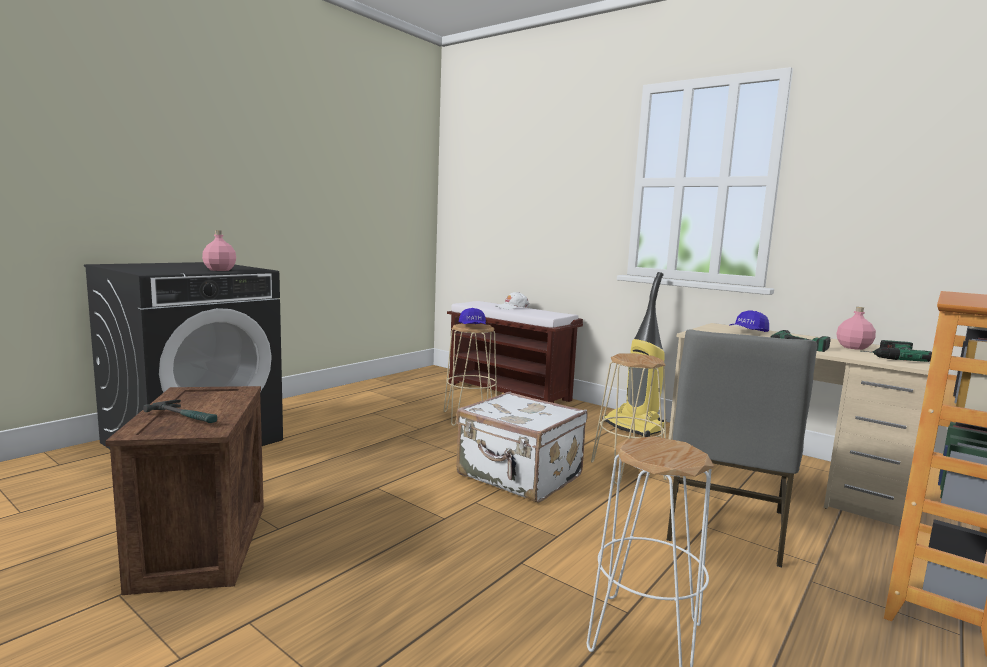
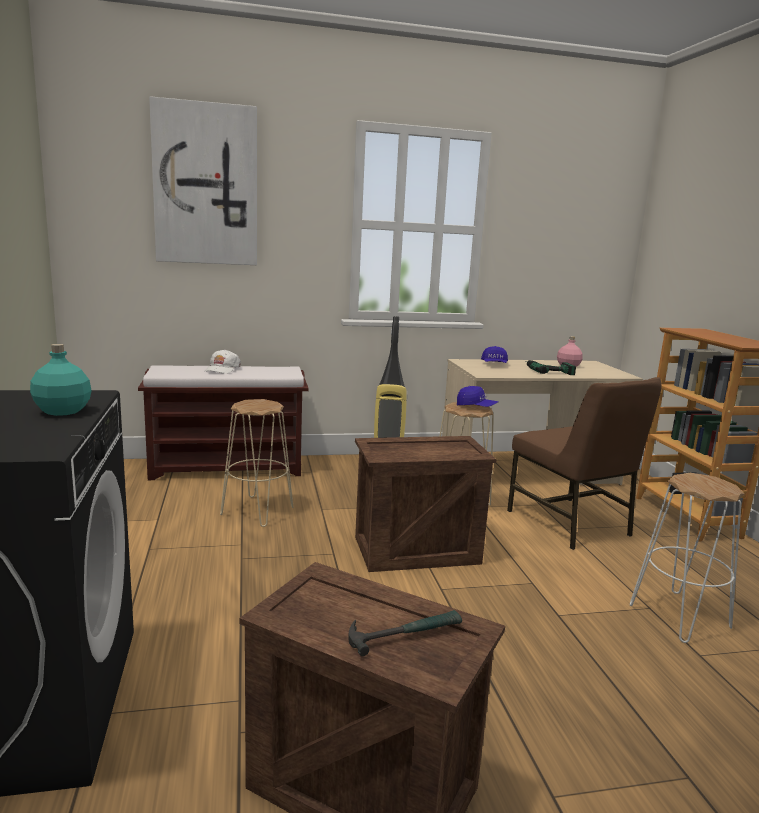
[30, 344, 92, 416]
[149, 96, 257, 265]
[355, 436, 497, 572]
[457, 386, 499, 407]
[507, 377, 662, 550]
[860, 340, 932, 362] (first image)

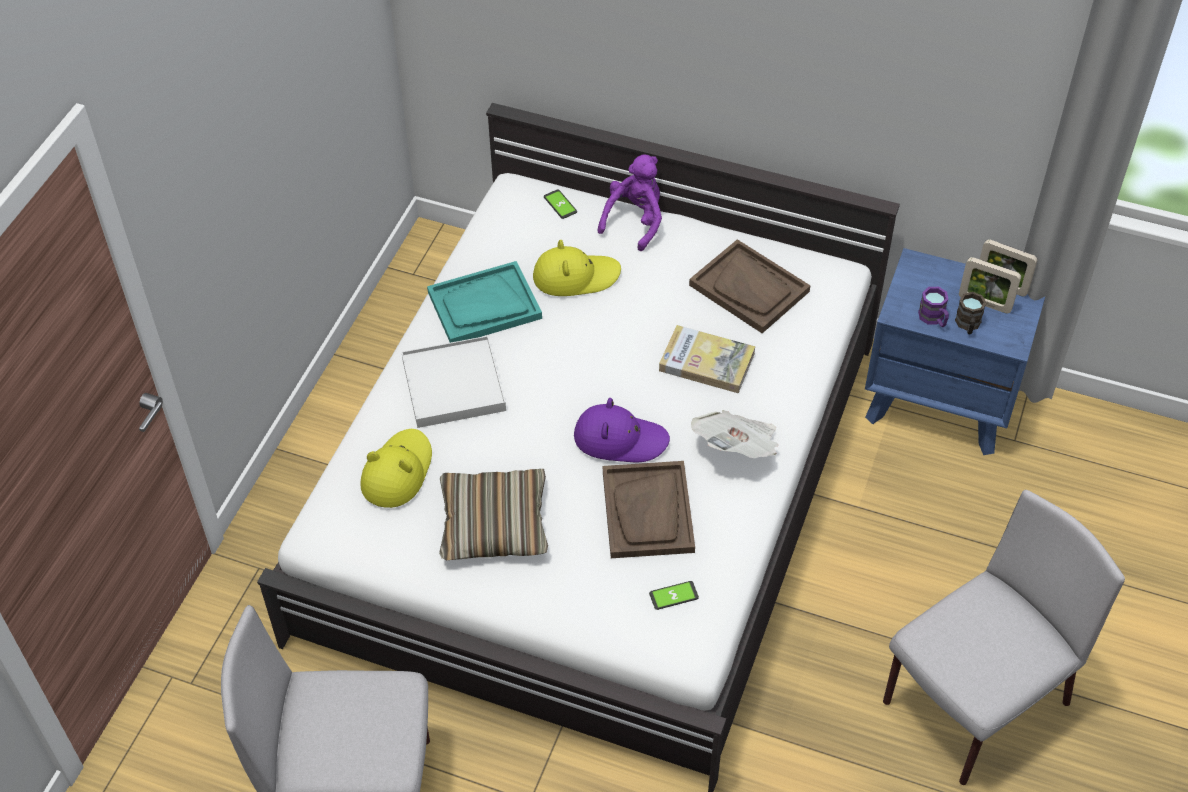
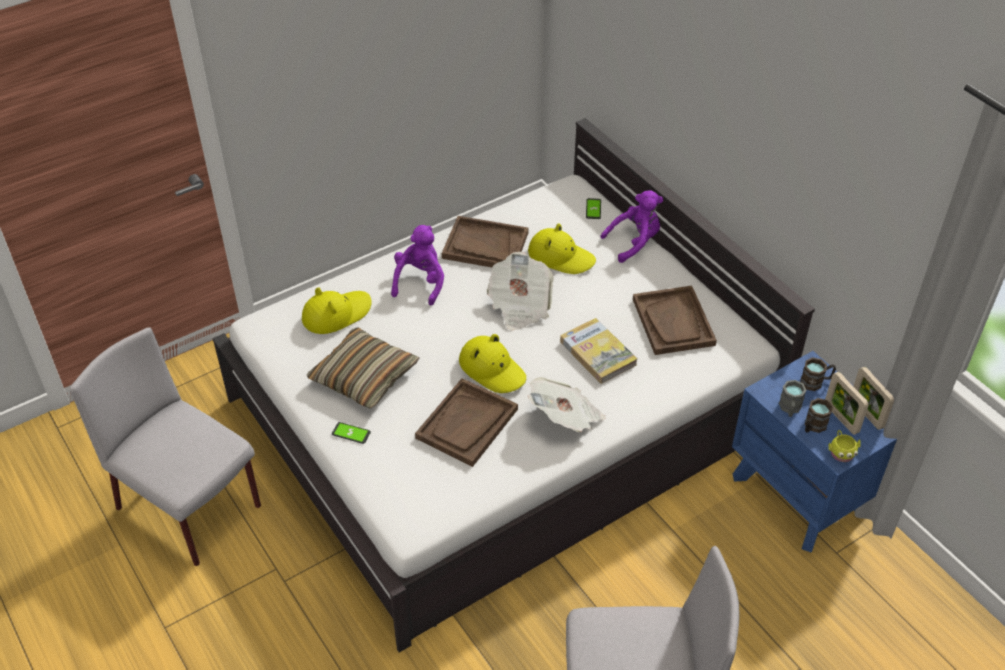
[332, 422, 371, 444]
[391, 225, 444, 305]
[442, 216, 528, 267]
[459, 334, 526, 393]
[487, 252, 554, 331]
[779, 380, 807, 417]
[800, 357, 836, 391]
[828, 430, 861, 462]

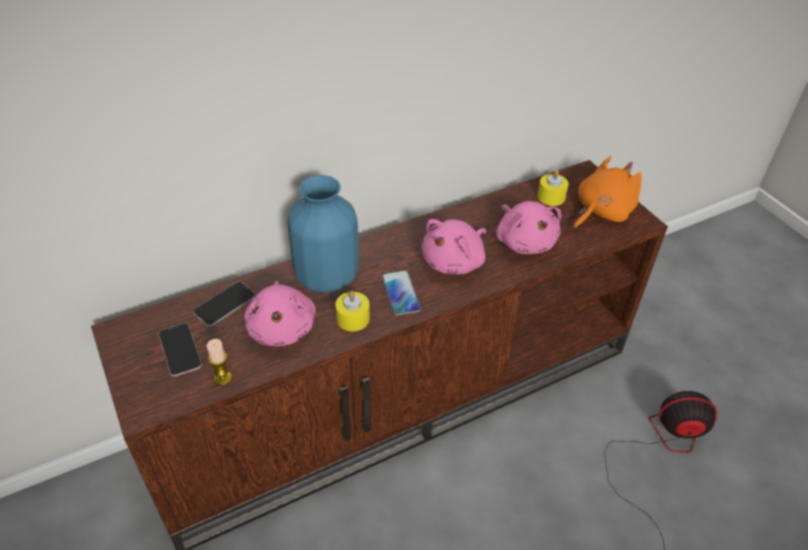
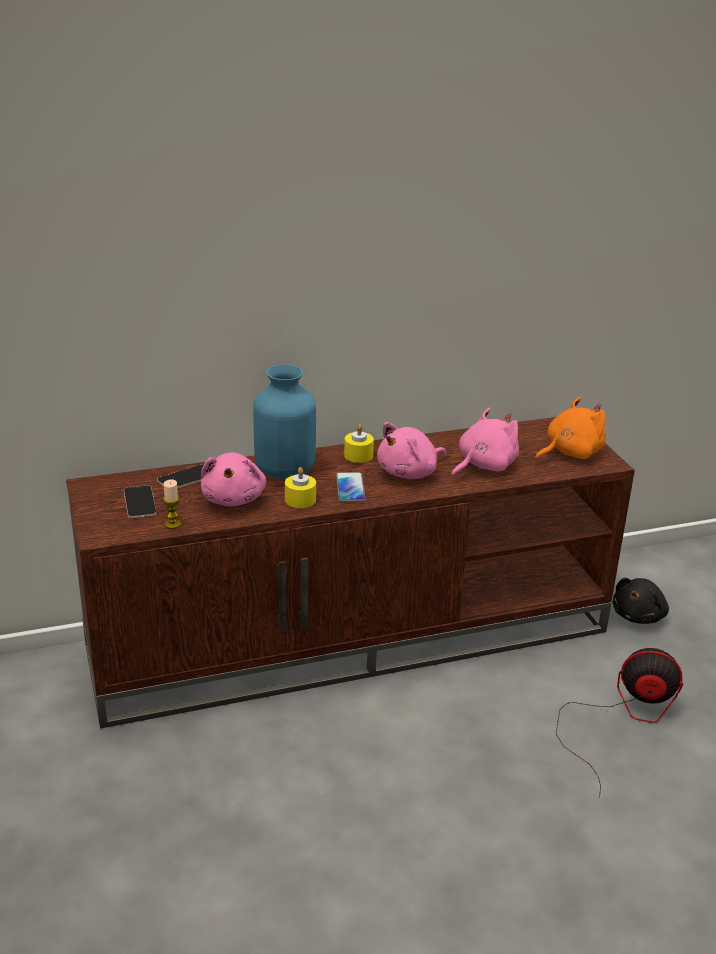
[344, 424, 374, 463]
[451, 408, 519, 477]
[612, 578, 669, 624]

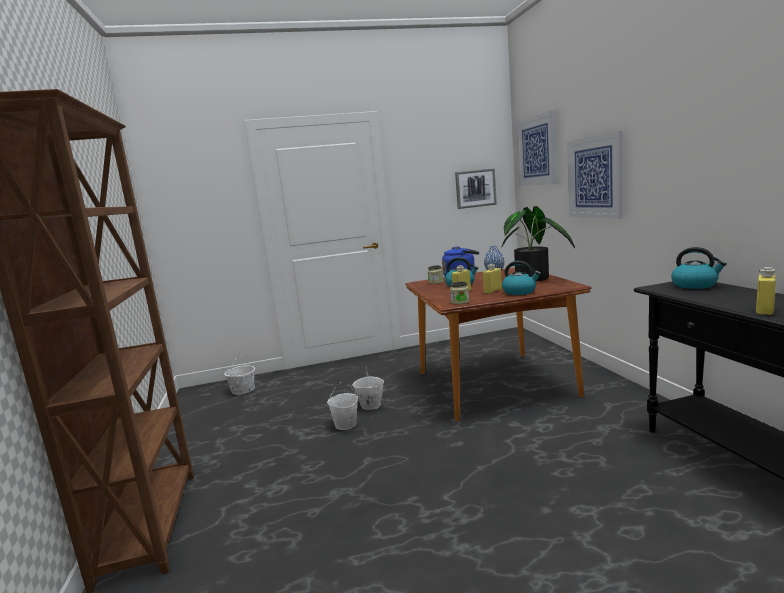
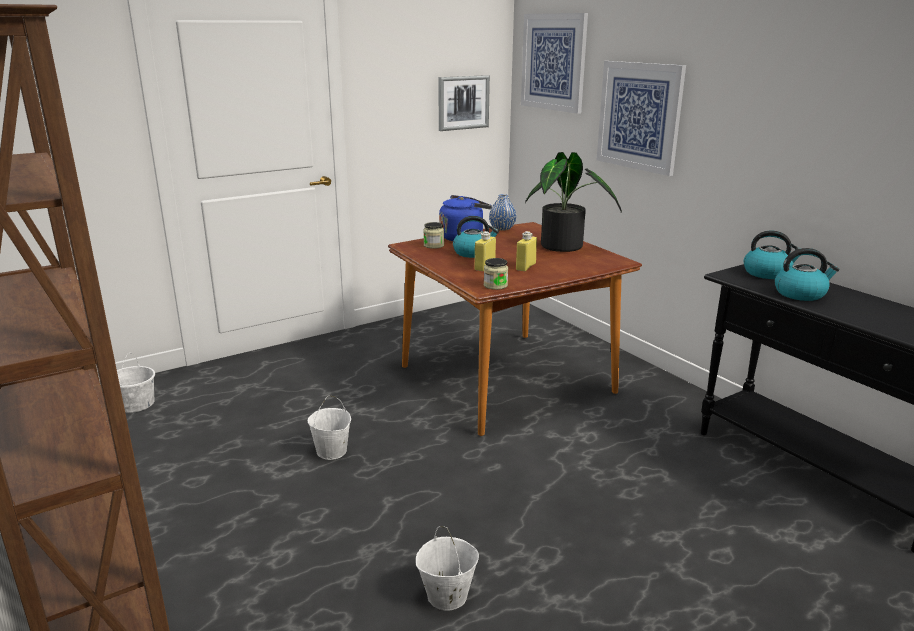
[416, 526, 479, 611]
[775, 248, 839, 301]
[756, 267, 776, 315] (first image)

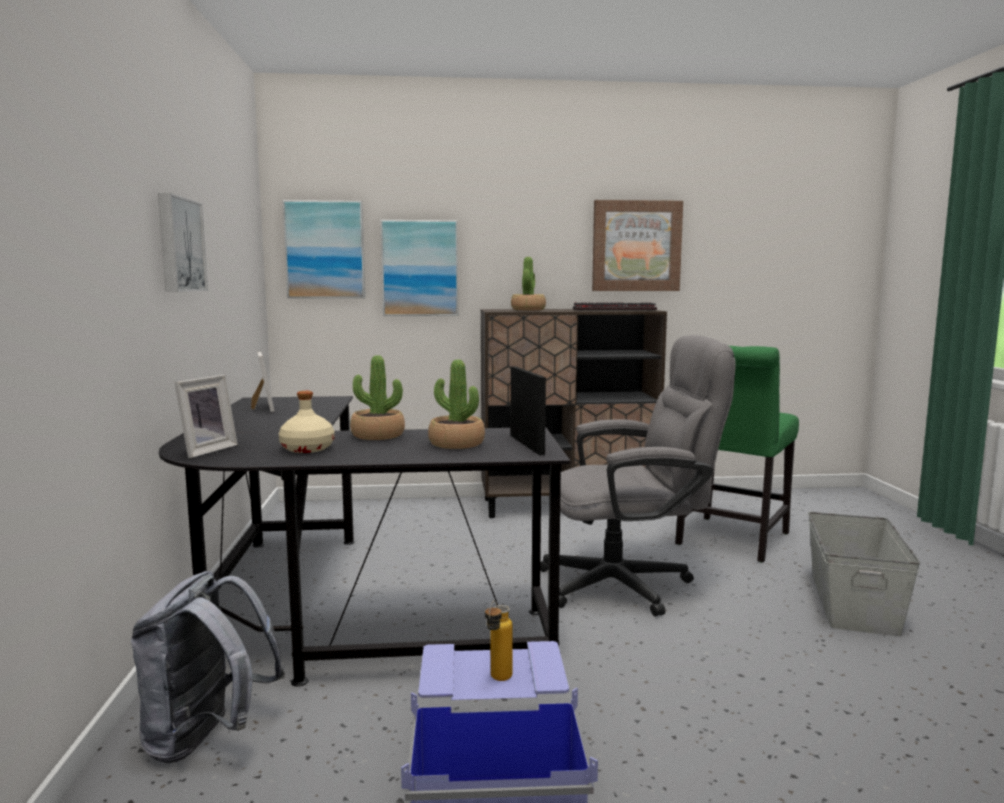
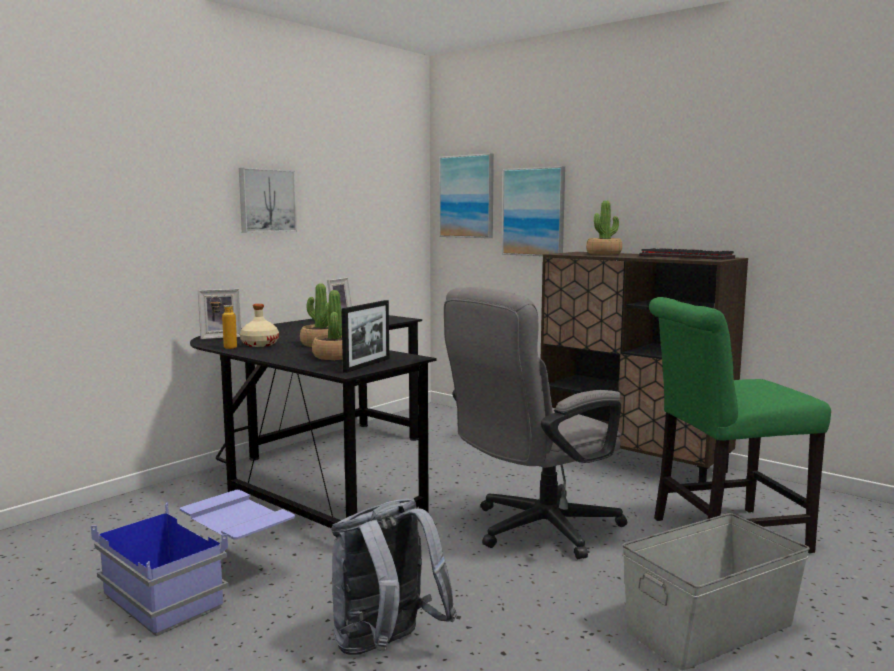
[210, 297, 237, 349]
[331, 498, 457, 655]
[444, 287, 627, 559]
[592, 200, 683, 291] (first image)

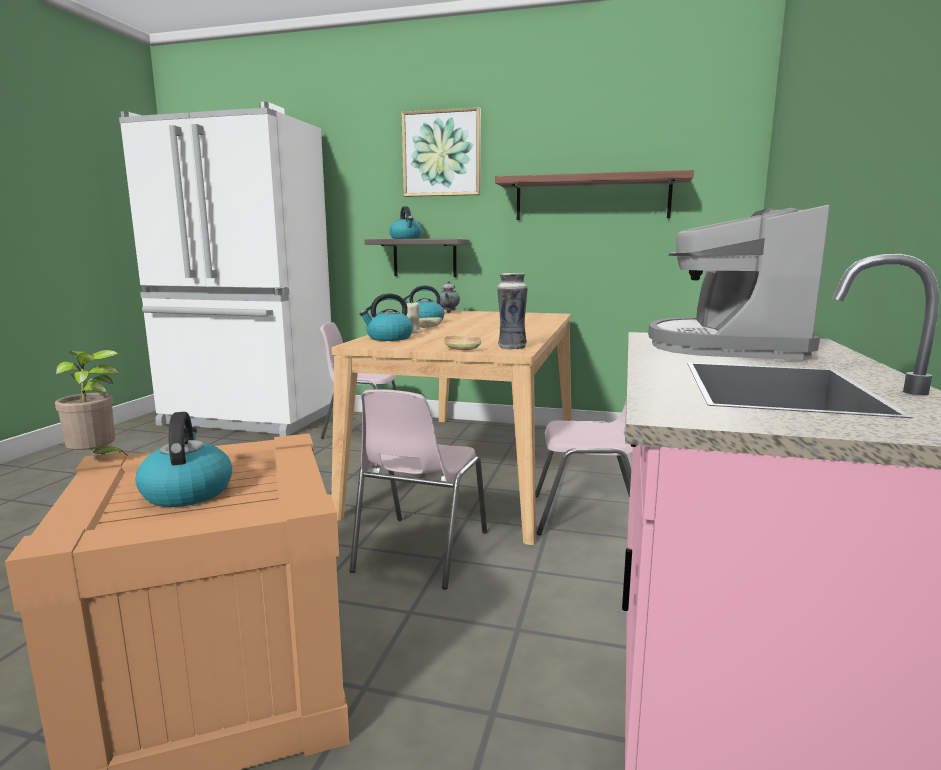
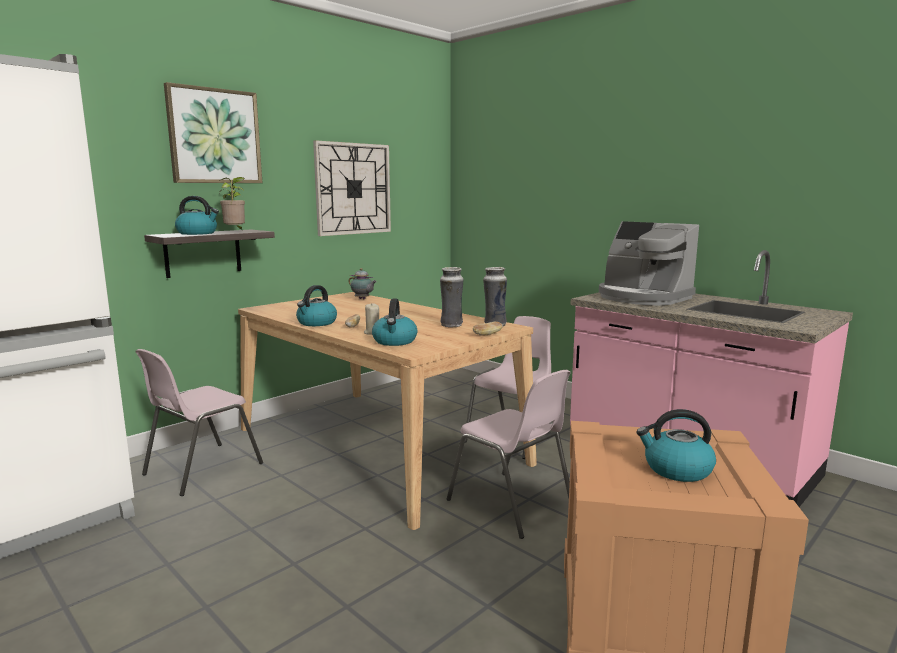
[219, 177, 245, 230]
[313, 140, 391, 236]
[348, 268, 377, 299]
[440, 267, 464, 327]

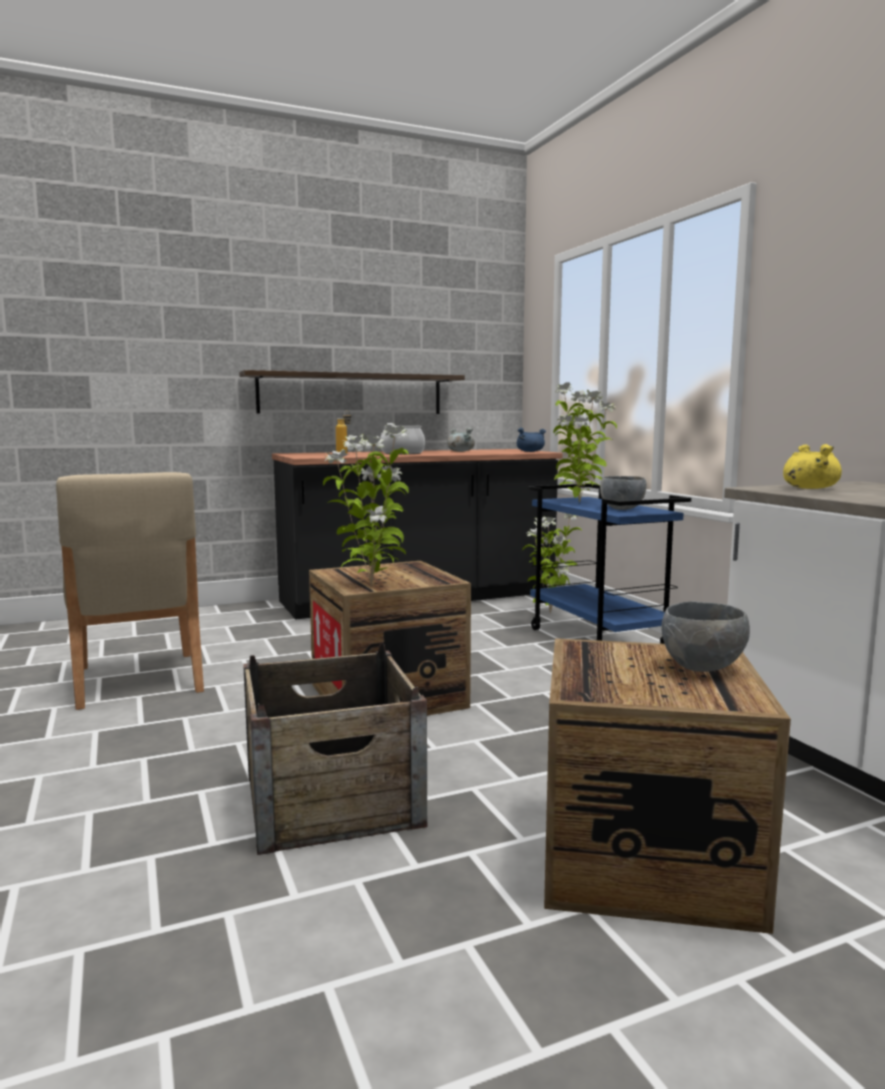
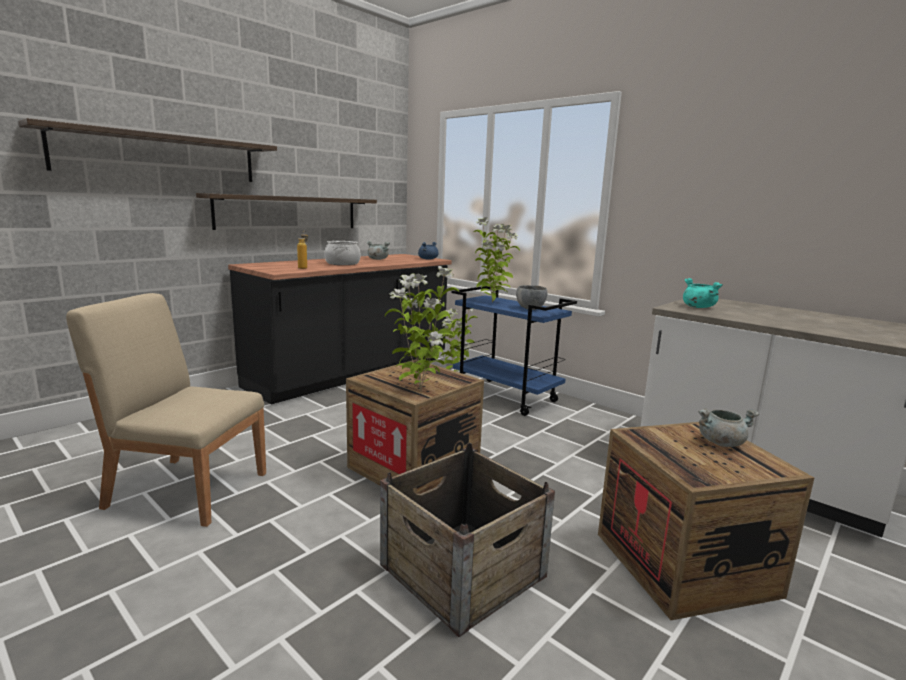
[18, 118, 277, 182]
[66, 293, 266, 527]
[683, 278, 723, 308]
[698, 409, 759, 447]

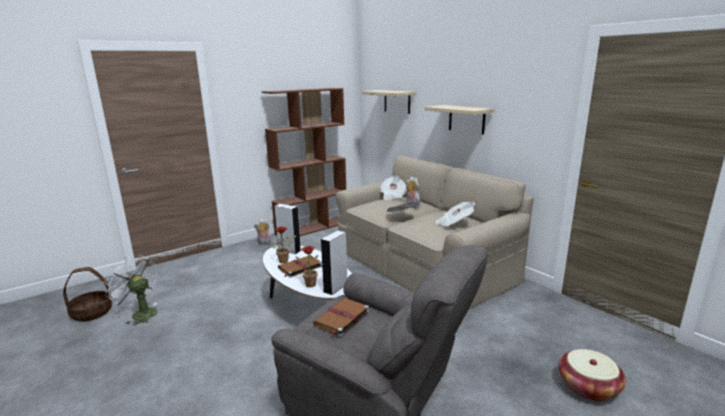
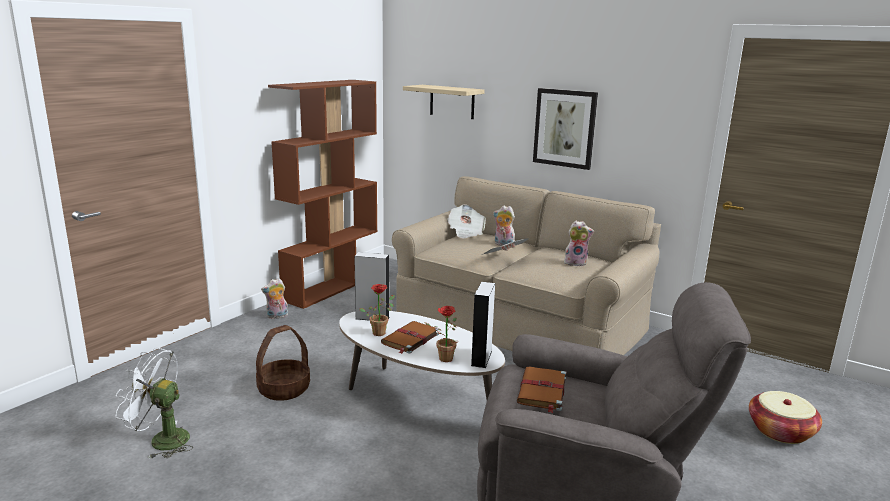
[256, 325, 310, 401]
[533, 88, 598, 170]
[564, 221, 594, 266]

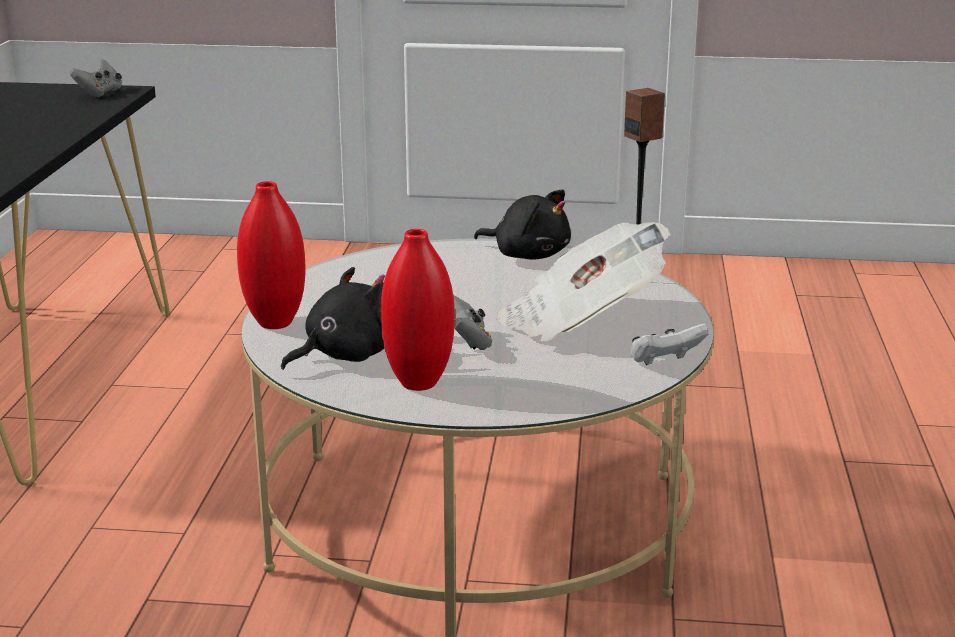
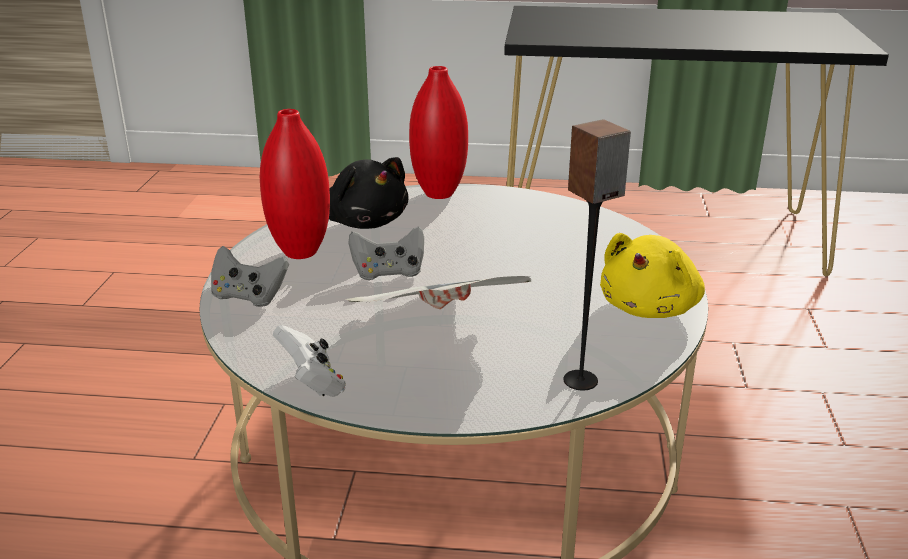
[211, 246, 289, 307]
[600, 233, 705, 318]

